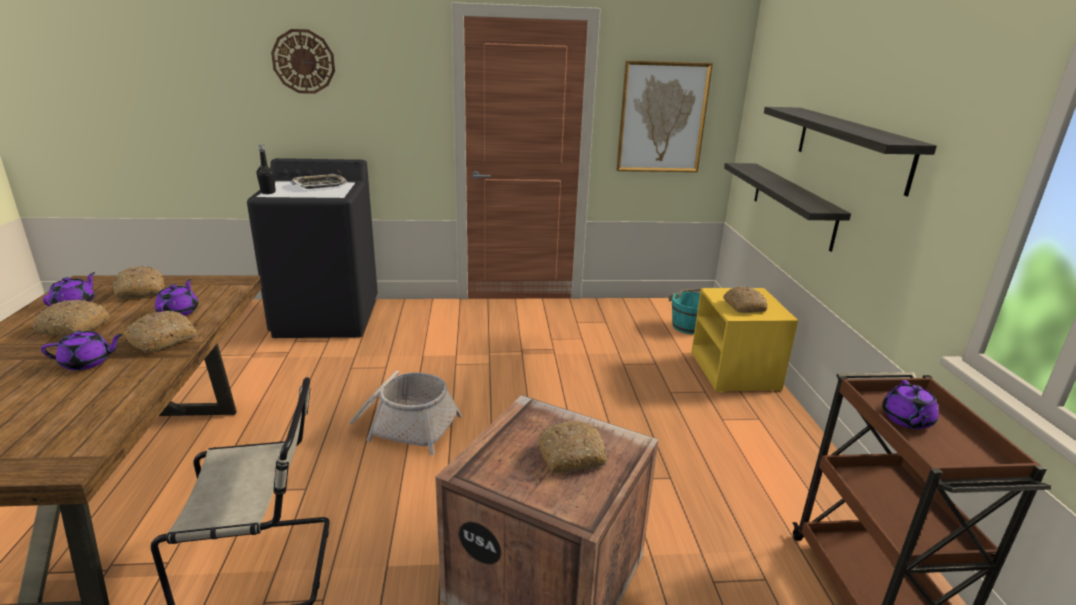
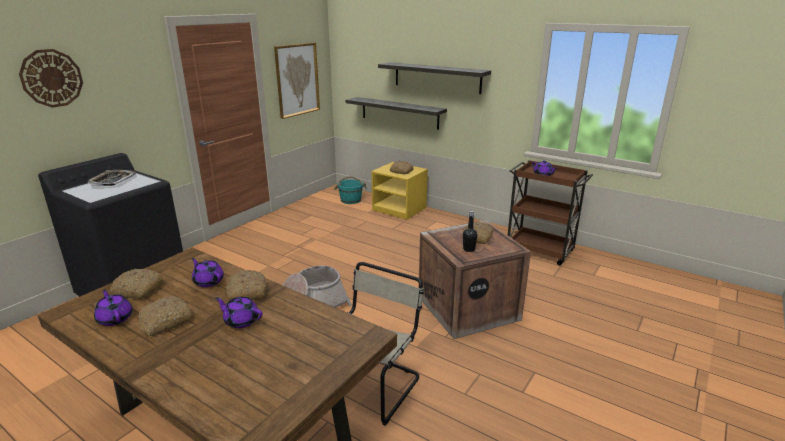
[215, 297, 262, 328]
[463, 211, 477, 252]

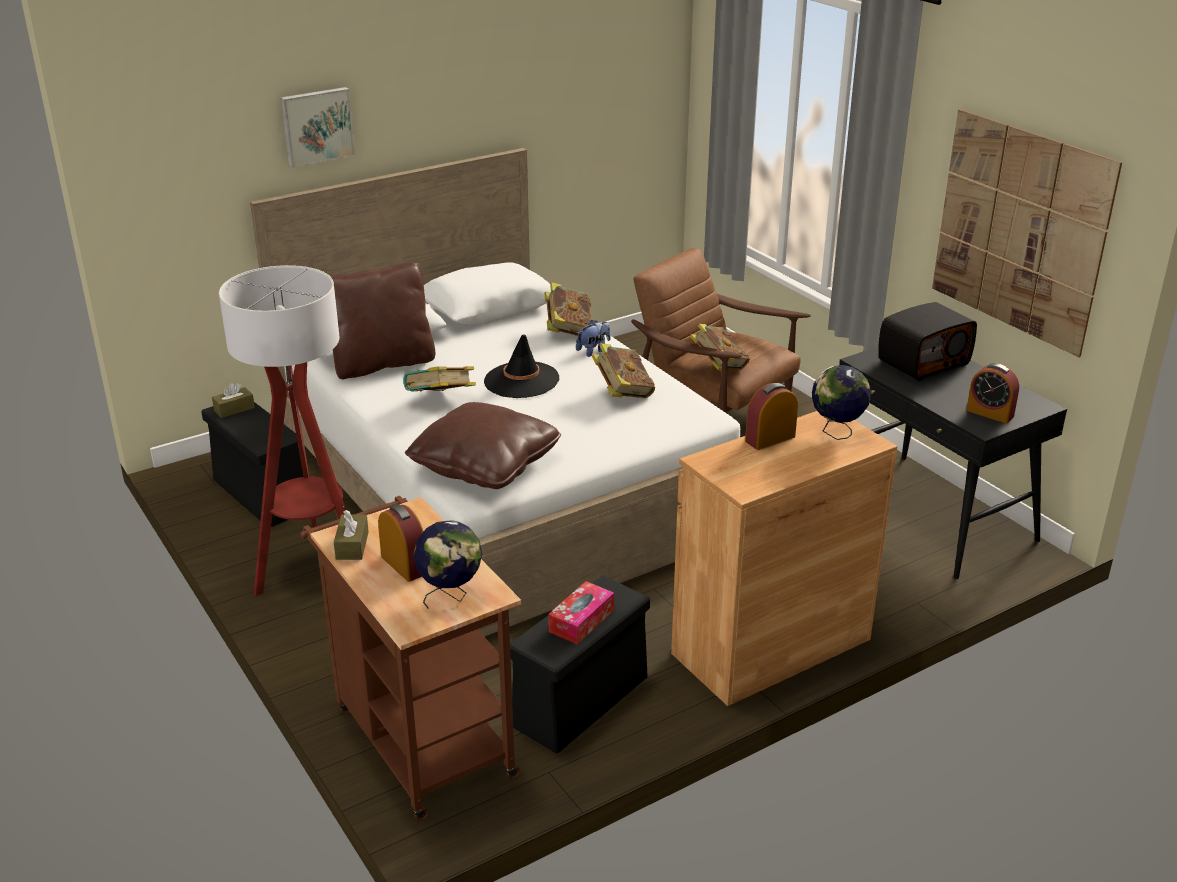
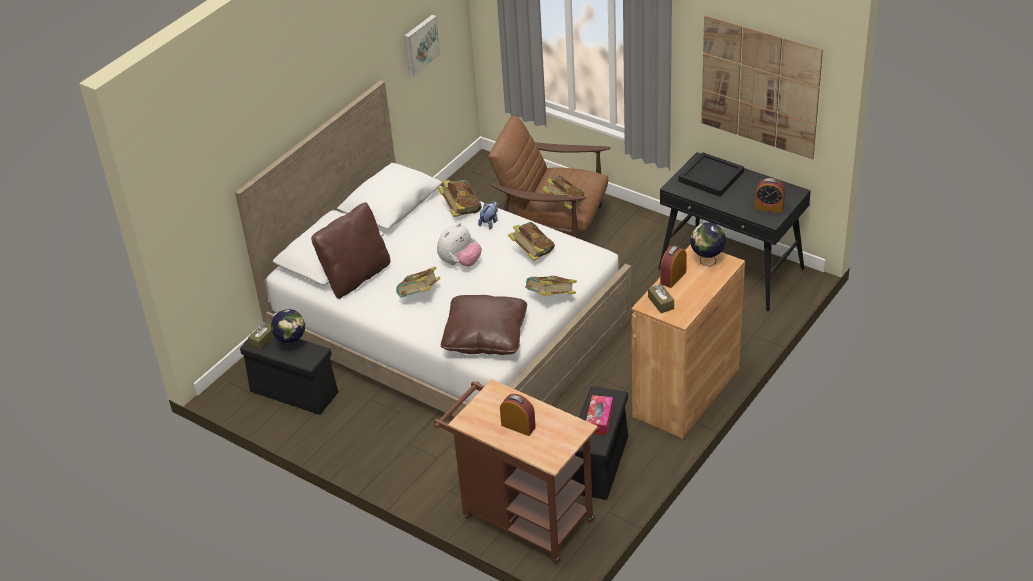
[271, 309, 305, 355]
[404, 15, 441, 76]
[437, 223, 482, 267]
[525, 276, 577, 296]
[648, 284, 674, 313]
[678, 152, 744, 197]
[219, 265, 346, 596] (first image)

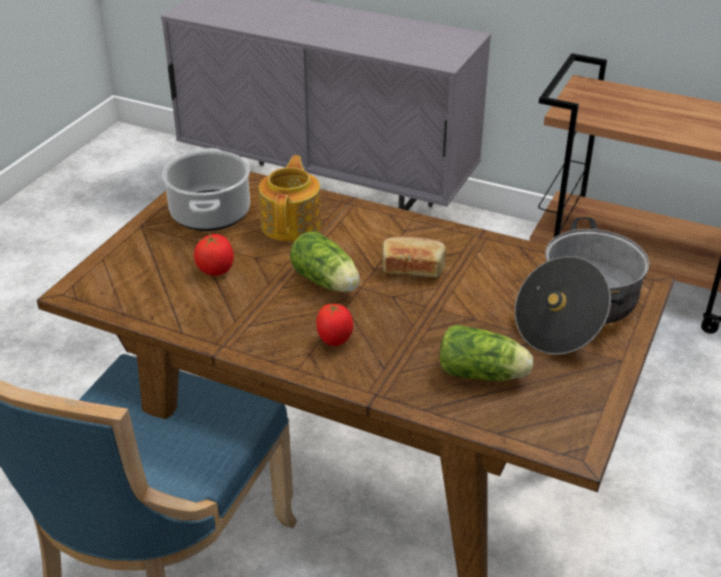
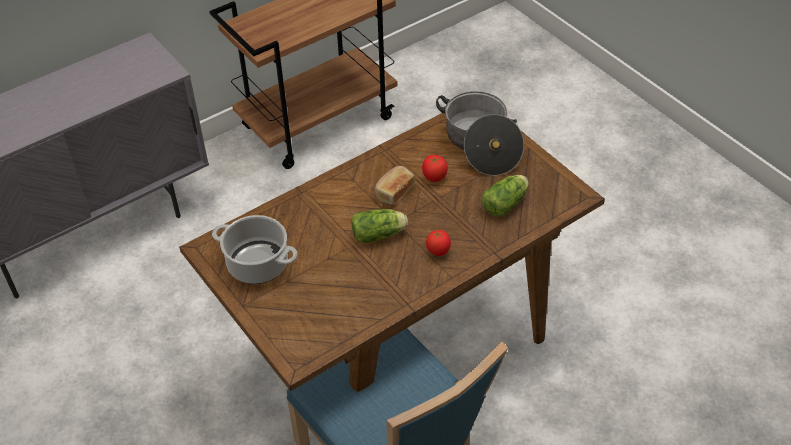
[422, 155, 448, 182]
[259, 156, 321, 242] (first image)

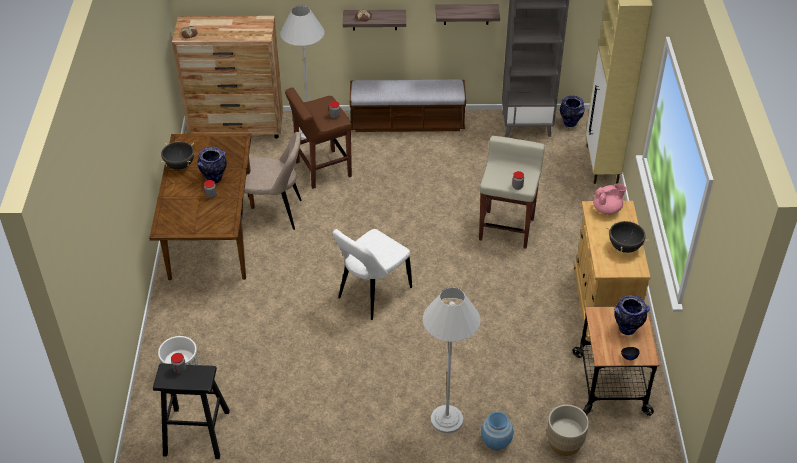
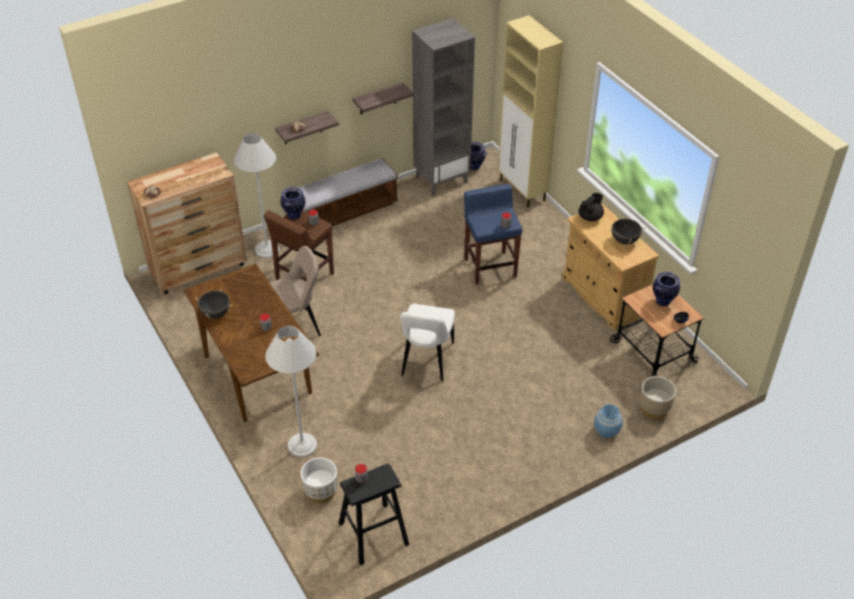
[265, 326, 317, 457]
[280, 187, 306, 220]
[464, 184, 522, 285]
[578, 193, 604, 221]

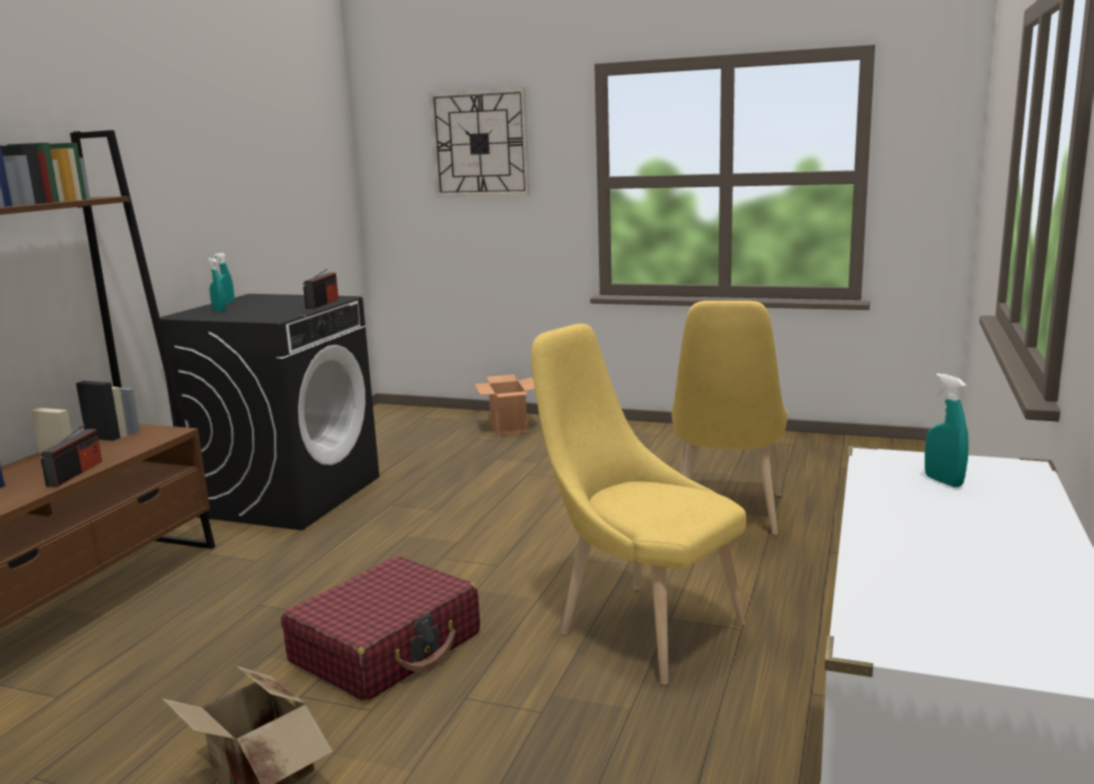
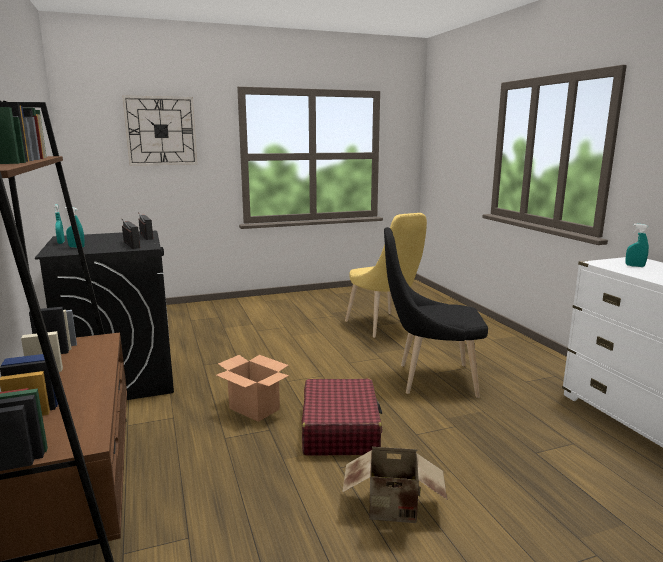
[122, 219, 140, 249]
[216, 355, 289, 422]
[384, 227, 488, 398]

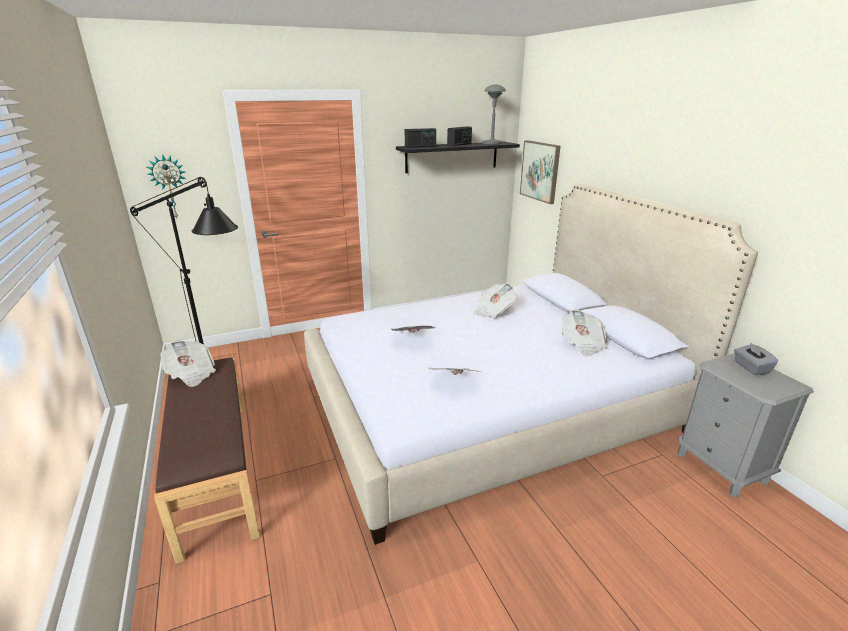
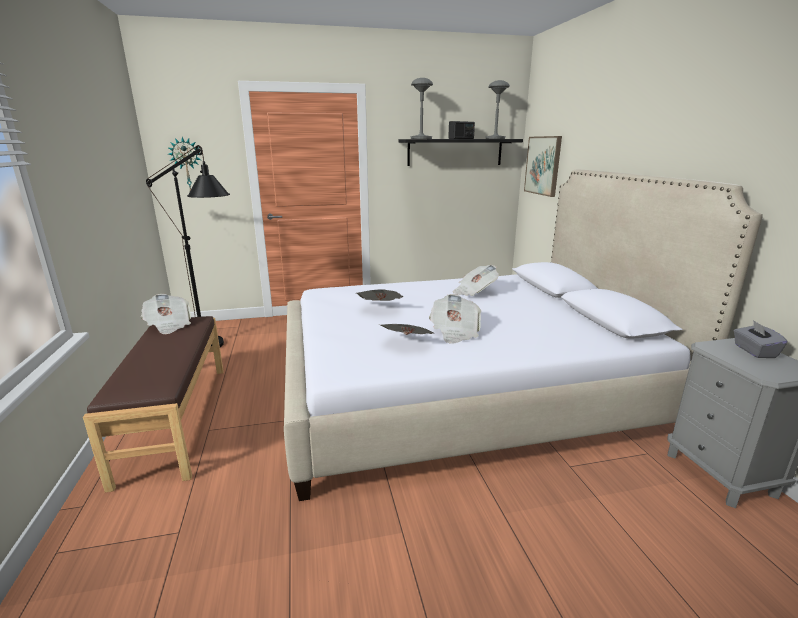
[410, 78, 433, 139]
[429, 294, 481, 344]

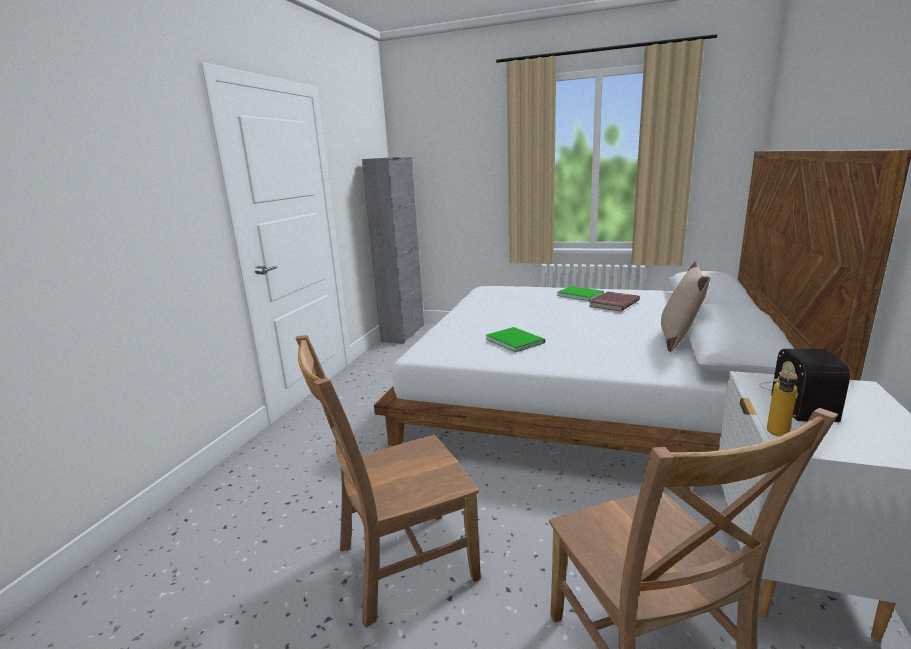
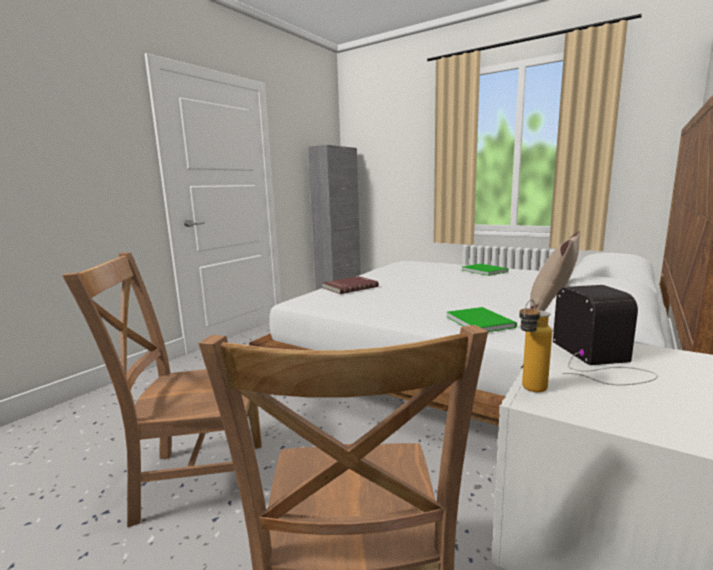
[322, 276, 379, 294]
[447, 307, 517, 332]
[553, 285, 658, 385]

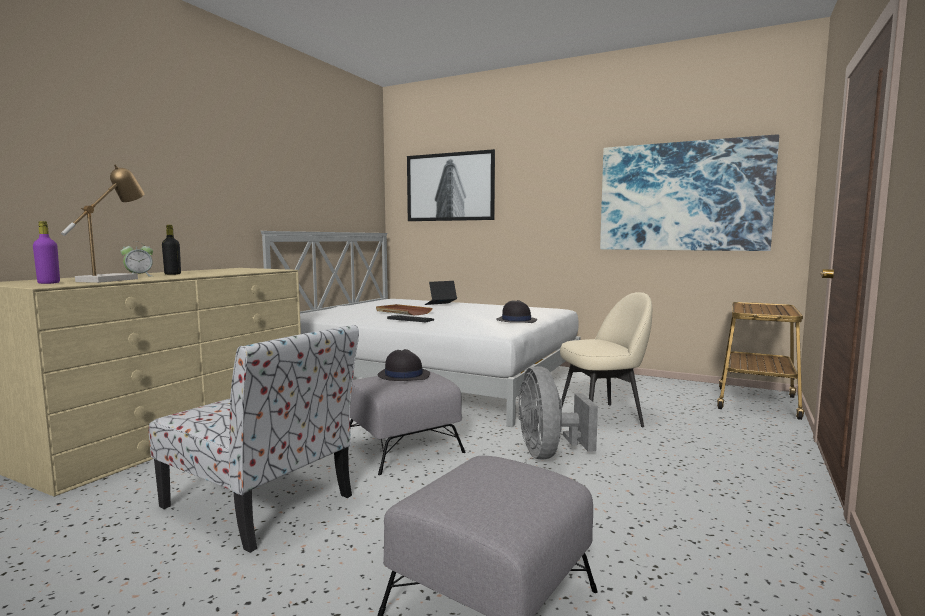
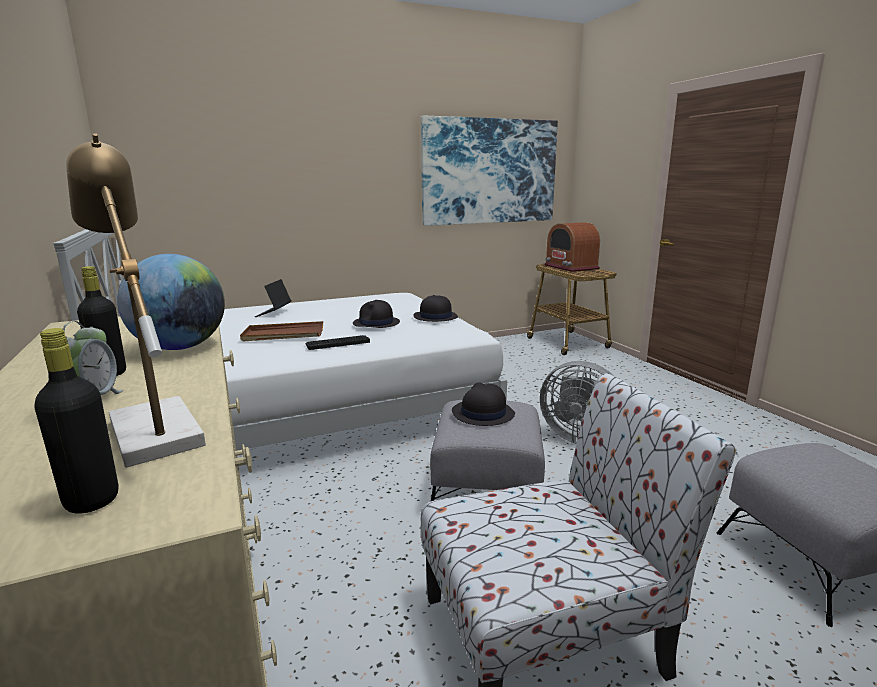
[34, 328, 118, 514]
[117, 254, 225, 350]
[353, 300, 400, 328]
[545, 222, 600, 272]
[407, 149, 495, 221] (first image)
[560, 292, 652, 427] (first image)

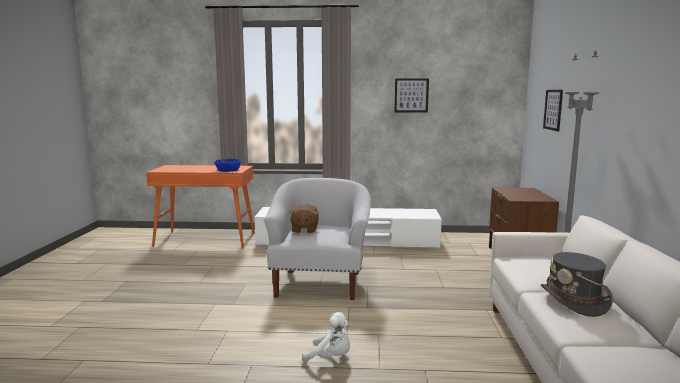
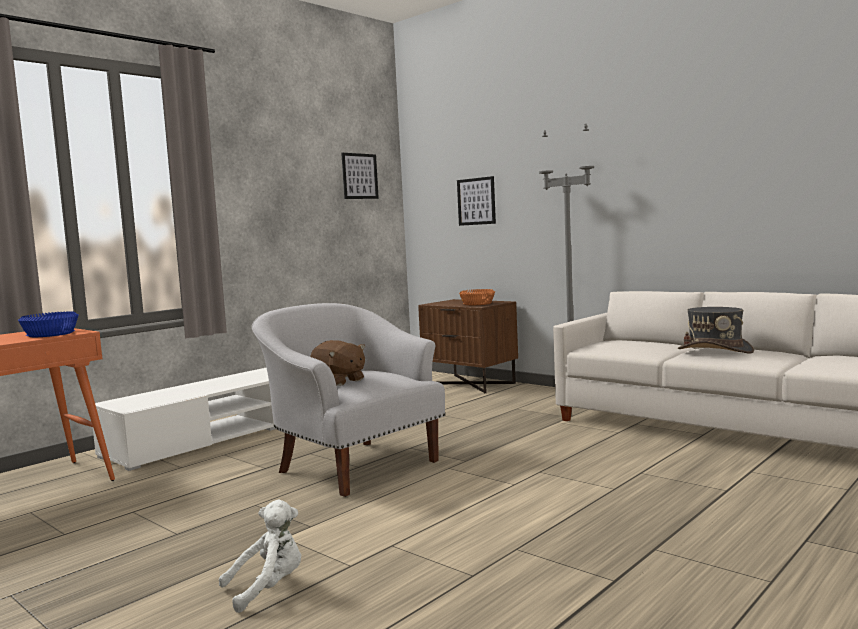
[219, 500, 301, 613]
[341, 153, 379, 199]
[459, 289, 495, 305]

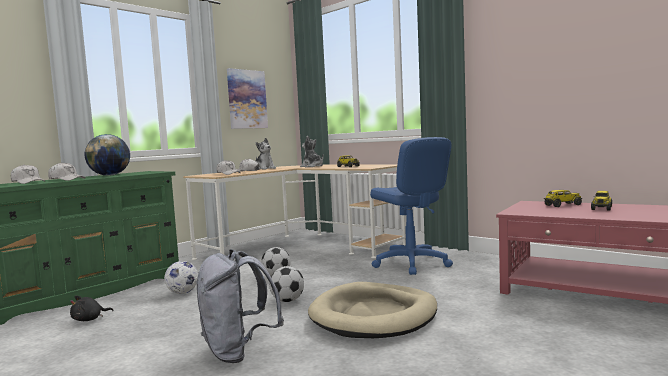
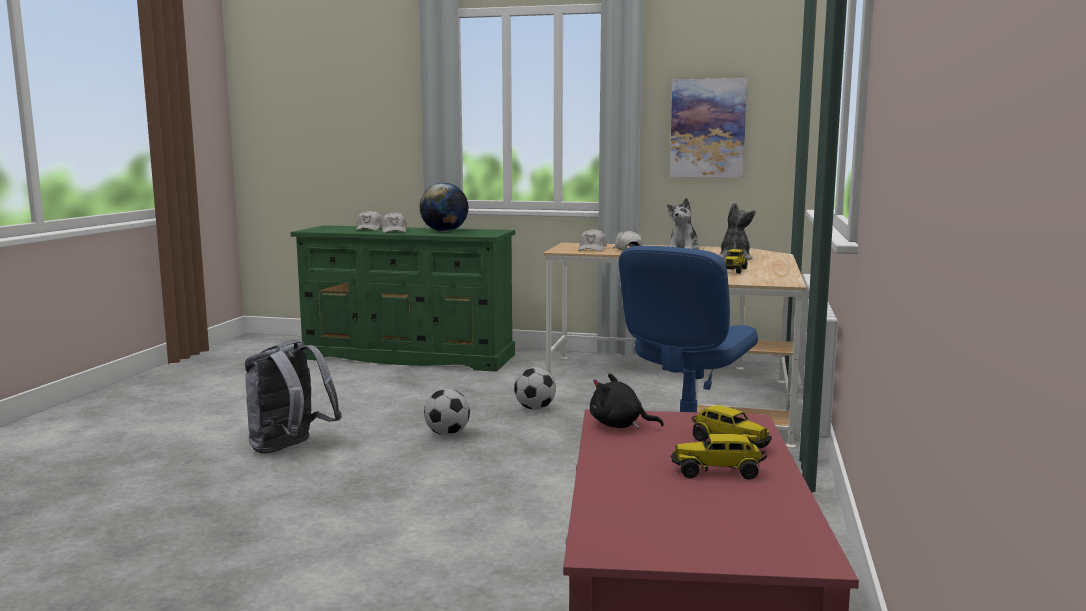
[590, 373, 664, 429]
[164, 261, 198, 294] (first image)
[308, 282, 437, 338] (first image)

